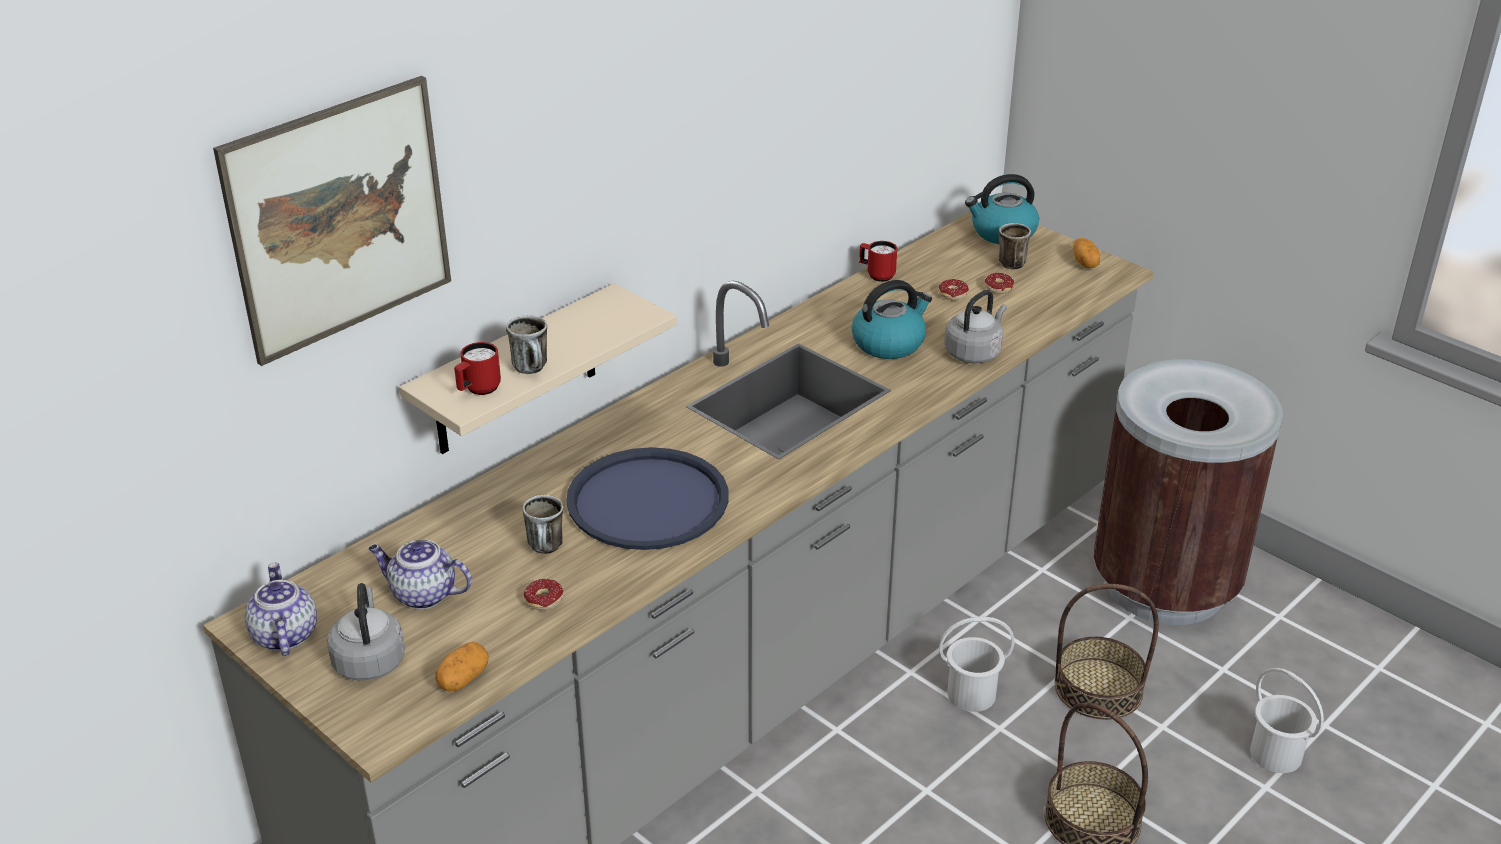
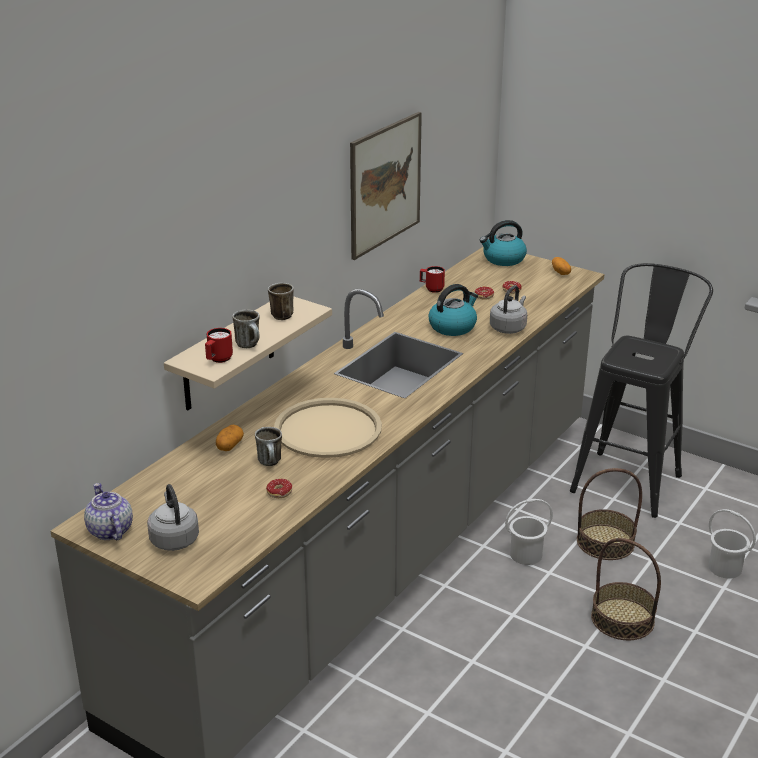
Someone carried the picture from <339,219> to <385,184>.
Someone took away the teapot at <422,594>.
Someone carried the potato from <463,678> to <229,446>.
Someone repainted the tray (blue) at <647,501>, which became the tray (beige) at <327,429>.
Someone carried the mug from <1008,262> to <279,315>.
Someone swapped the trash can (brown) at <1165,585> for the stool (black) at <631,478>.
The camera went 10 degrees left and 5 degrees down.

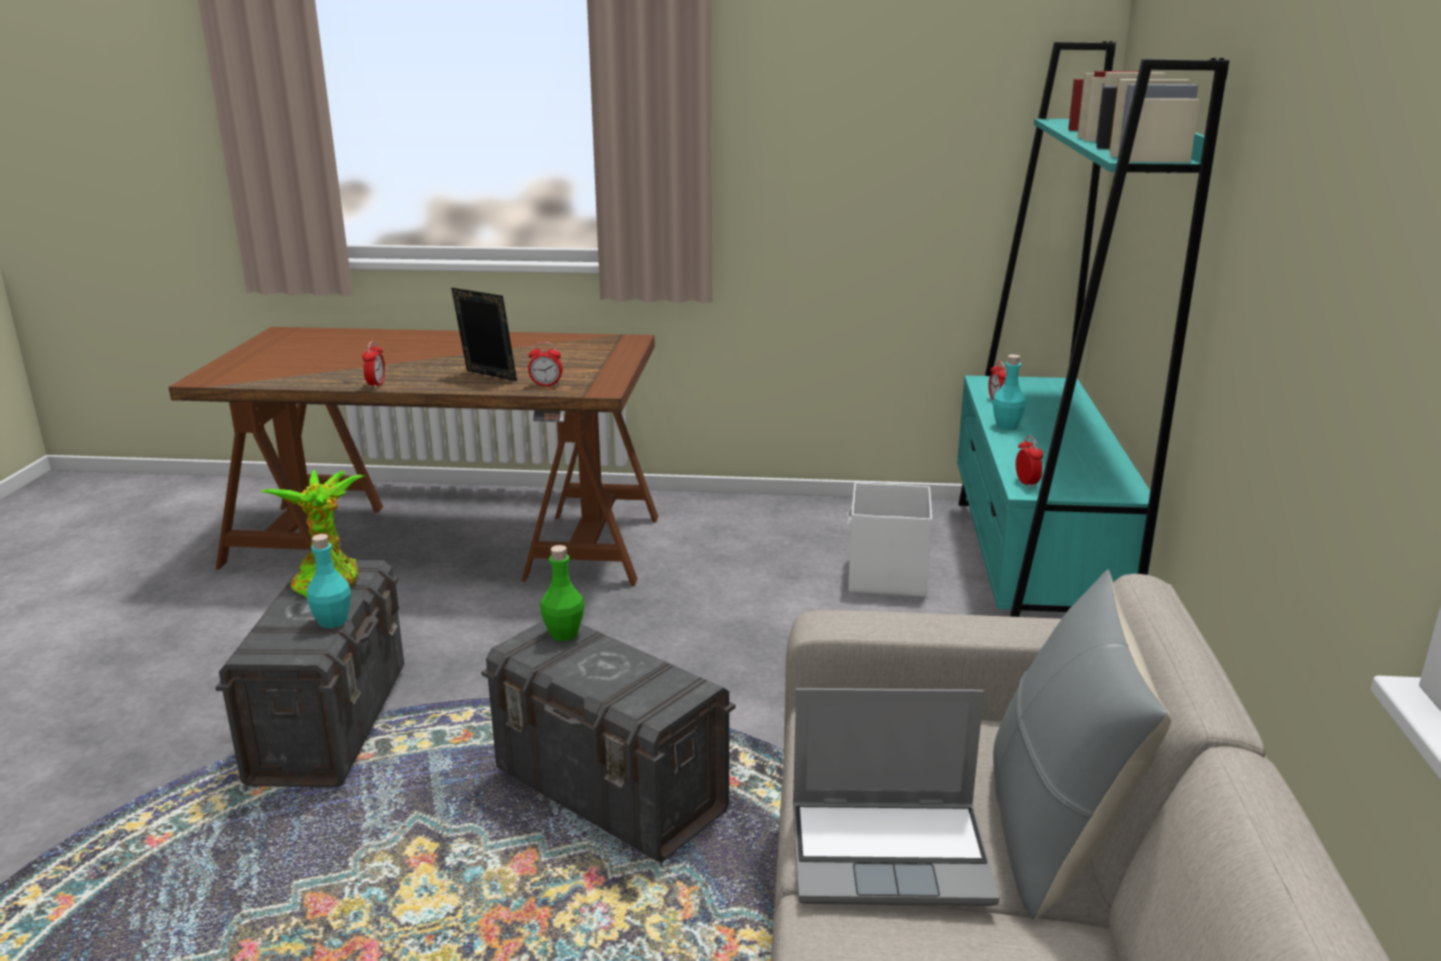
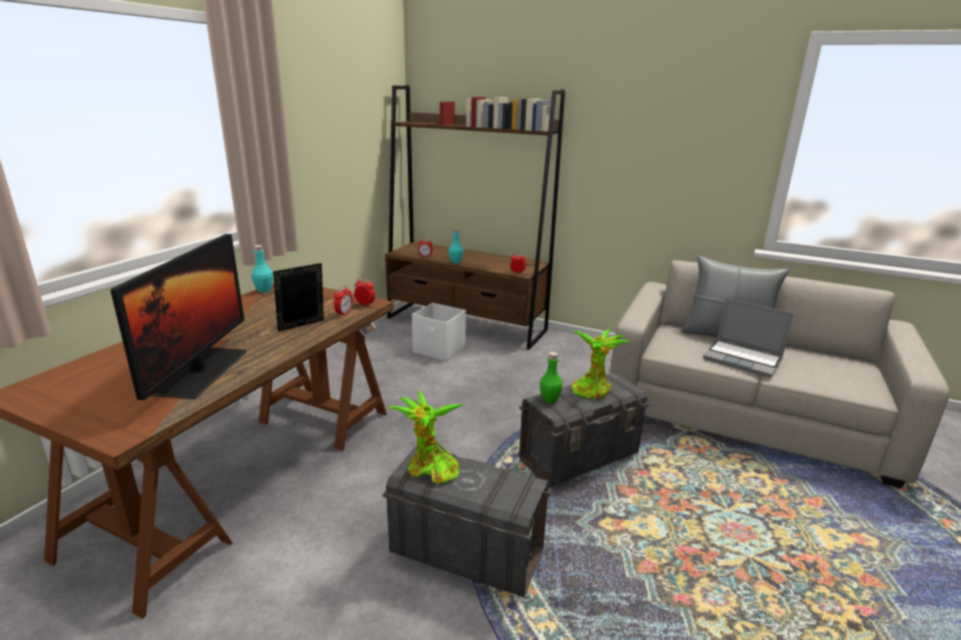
Someone carried the bottle (turquoise) from <333,621> to <264,290>.
Someone carried the alarm clock from <376,385> to <365,304>.
Someone rotated the laptop at <891,853> by 105 degrees clockwise.
Someone repainted the bookcase (turquoise) at <1032,576>, which became the bookcase (brown) at <466,324>.
Someone put down the monitor at <201,372>.
Someone put down the potted plant at <592,389>.
The camera went 70 degrees left and 0 degrees up.

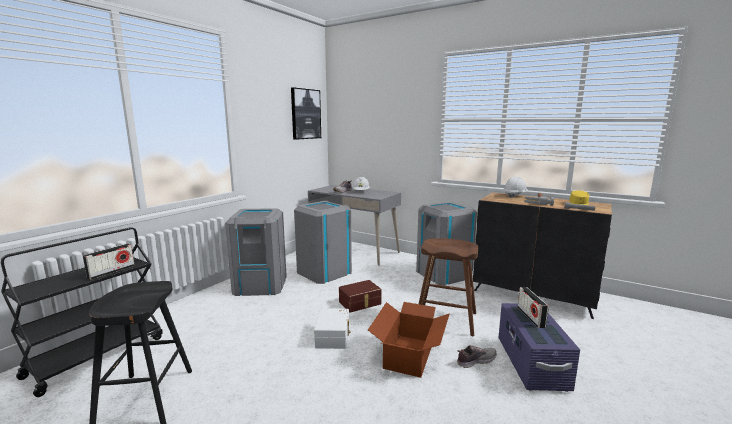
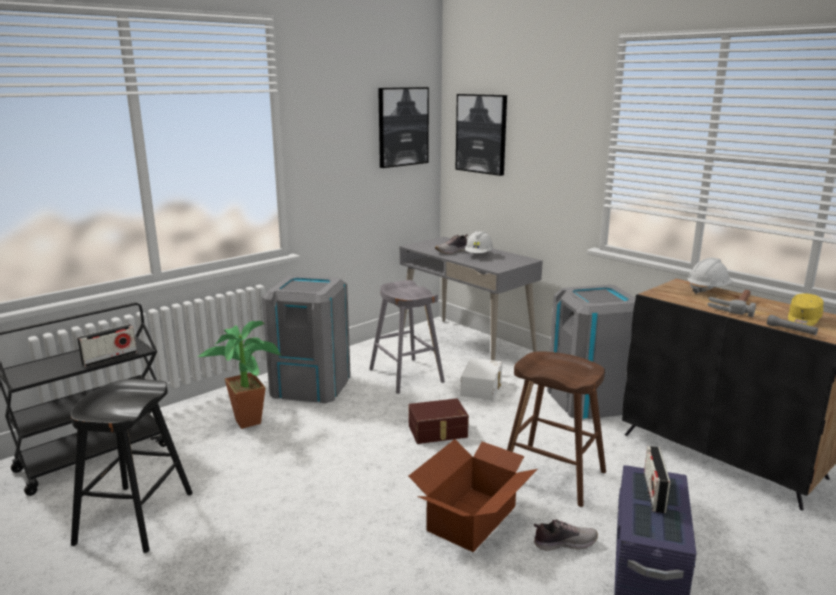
Someone swapped the trash can (grey) at <324,272> for the stool (grey) at <406,375>.
Someone carried the storage box (white) from <334,336> to <482,388>.
Someone put down the potted plant at <249,419>.
Someone put up the picture at <481,134>.
The camera went 15 degrees right and 5 degrees up.

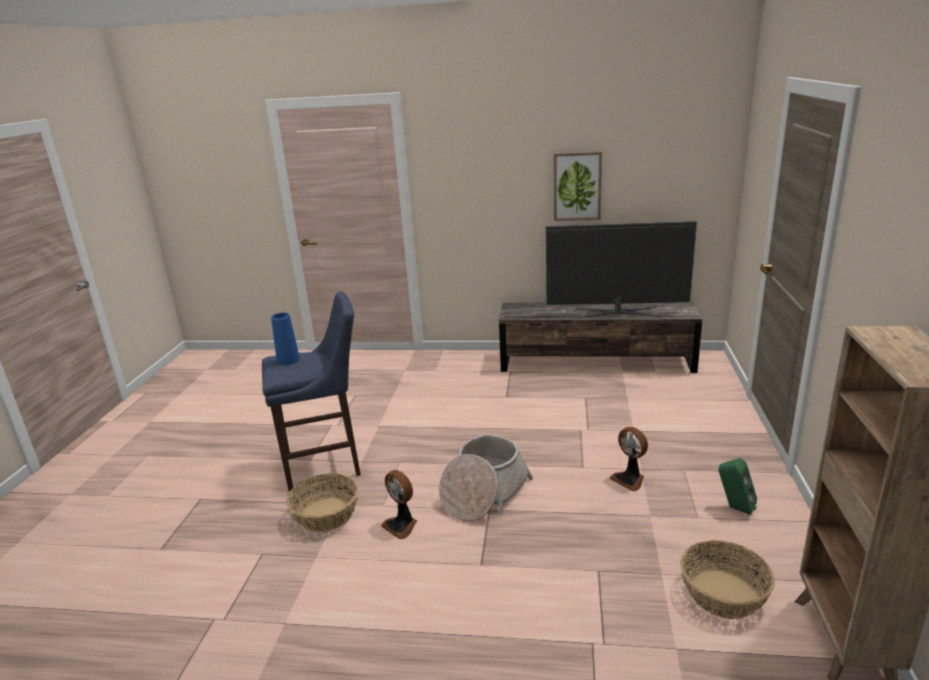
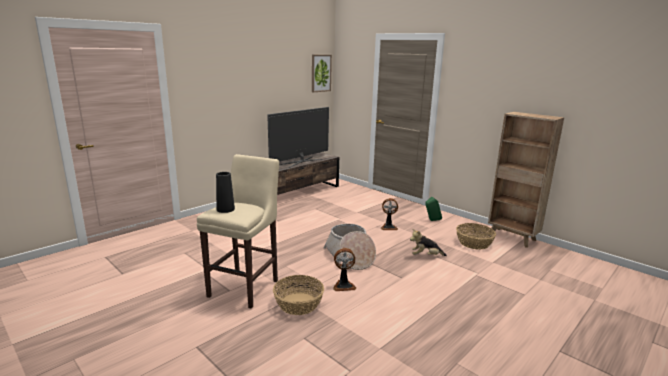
Someone repainted the stool (blue) at <327,464>, which became the stool (beige) at <246,286>.
Someone repainted the vase (blue) at <288,360>, which became the vase (black) at <225,209>.
Someone carried the picture from <577,186> to <321,73>.
Someone put down the plush toy at <426,256>.
The camera went 55 degrees left and 5 degrees down.

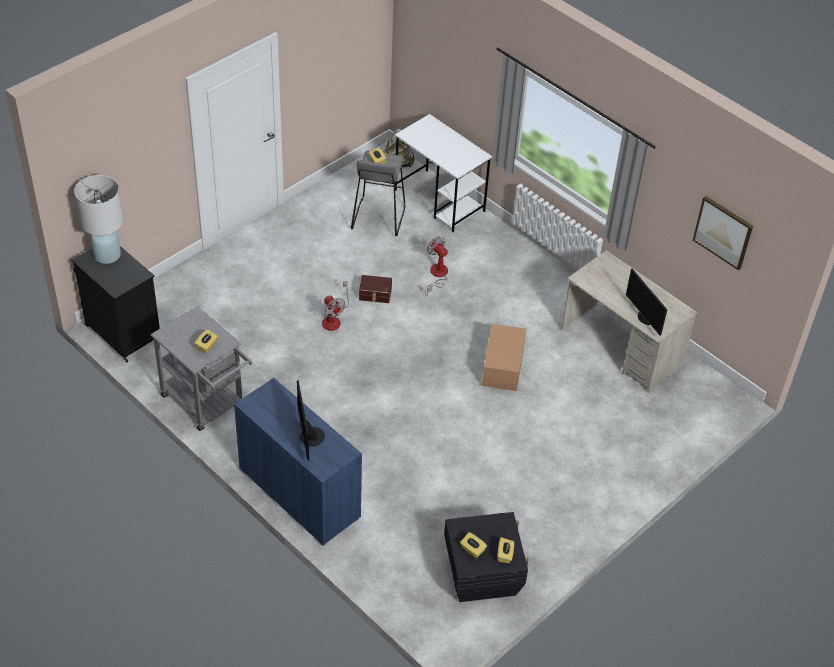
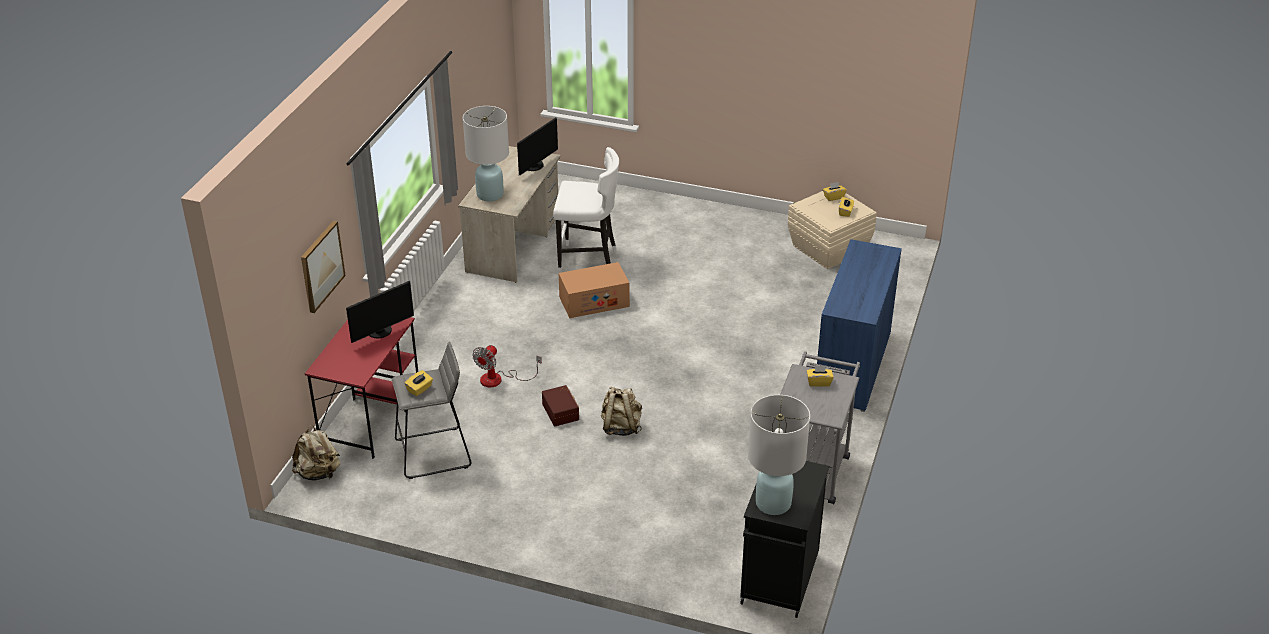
Someone carried the monitor from <309,437> to <381,332>.
Someone swapped the fan at <334,318> for the backpack (beige) at <621,427>.
Someone repainted the desk (white) at <440,200>, which became the desk (red) at <371,417>.
Someone repainted the storage box (black) at <482,574>, which became the storage box (beige) at <828,248>.
Someone carried the picture from <723,232> to <321,266>.
Someone put down the table lamp (white) at <489,194>.
Someone put down the stool (white) at <588,261>.
The camera went 115 degrees left and 10 degrees down.

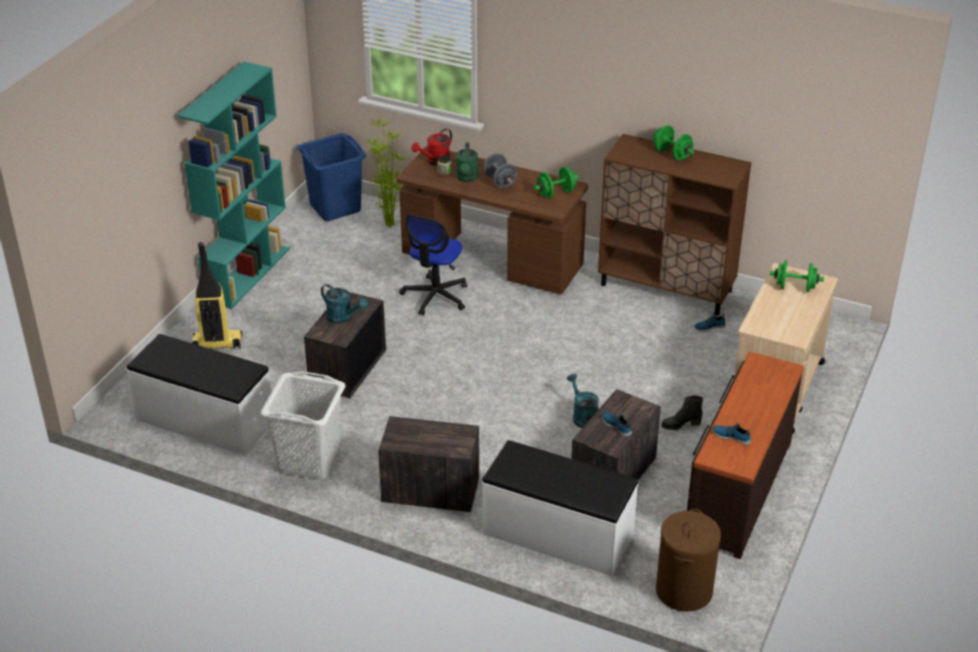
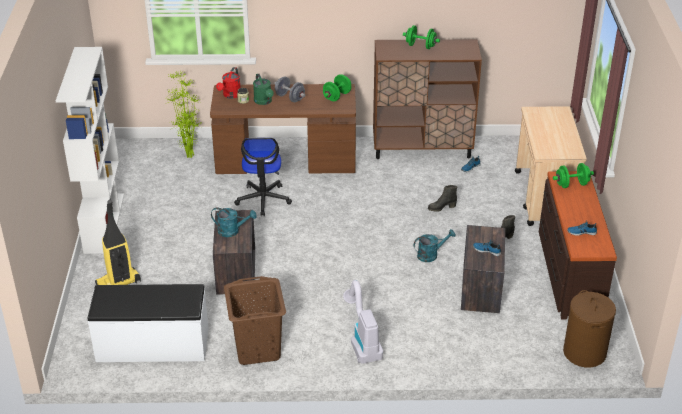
Someone repainted the bookcase (turquoise) at <247,274>, which became the bookcase (white) at <103,223>.
Someone repainted the laundry basket (white) at <308,461>, which became the laundry basket (brown) at <257,349>.
Someone took away the laundry basket (blue) at <335,208>.
Someone swapped the crate at <429,489> for the vacuum cleaner at <362,341>.
Someone took away the bench (white) at <557,535>.
Someone rotated the watering can (turquoise) at <582,416> by 120 degrees clockwise.
Someone carried the dumbbell (green) from <795,287> to <571,184>.
Someone put down the boot (black) at <441,208>.
The camera went 25 degrees left and 0 degrees up.

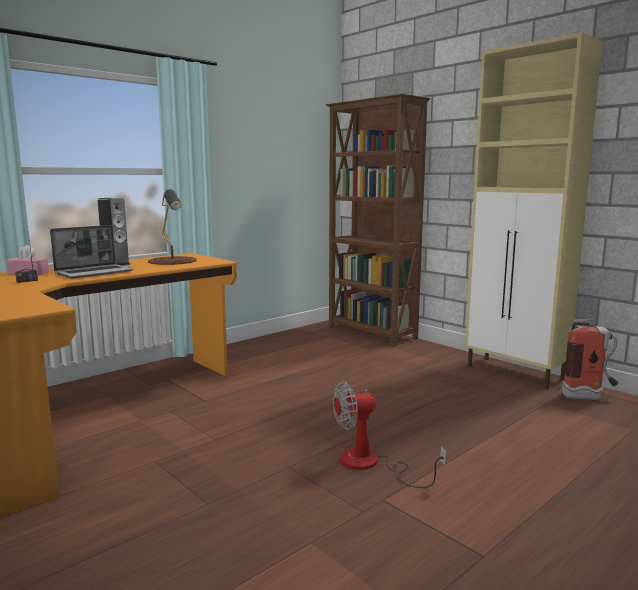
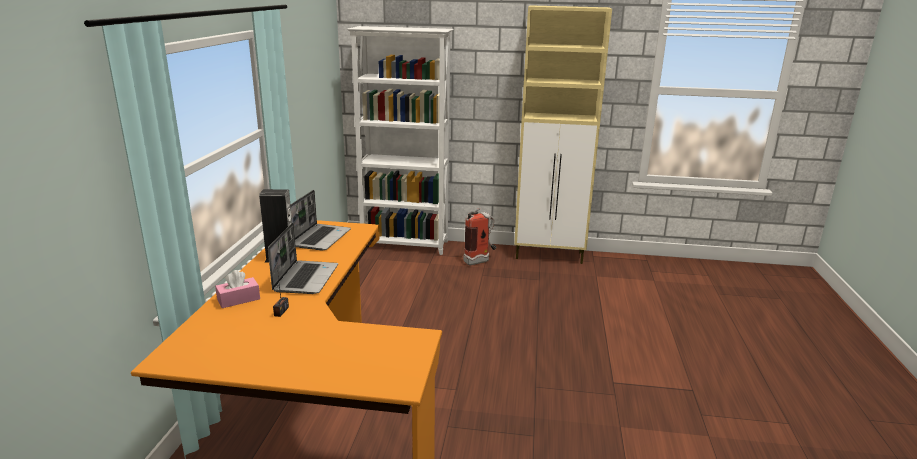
Someone swapped the table lamp (brown) at <172,261> for the laptop at <320,238>.
Someone repainted the bookcase (brown) at <371,333>, which became the bookcase (white) at <405,245>.
Someone took away the fan at <371,465>.
Someone carried the fire extinguisher from <589,397> to <480,261>.
The camera went 40 degrees left and 10 degrees up.

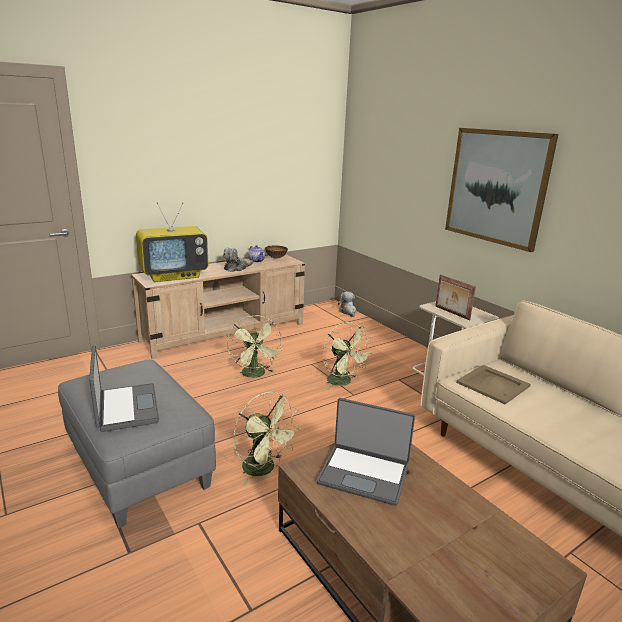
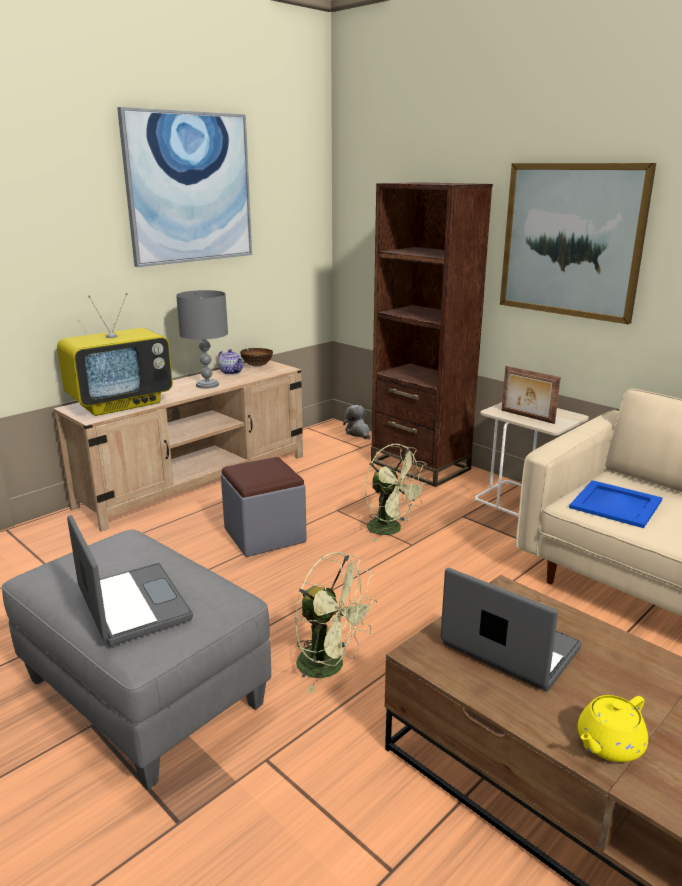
Someone swapped the plush toy at <236,268> for the table lamp (grey) at <208,385>.
Someone swapped the fan (green) at <255,375> for the ottoman (grey) at <264,535>.
Someone rotated the laptop at <364,474> by 150 degrees counterclockwise.
Someone repainted the tray (beige) at <492,384>, which became the tray (blue) at <615,503>.
Someone put up the picture at <189,188>.
Someone put down the bookcase (brown) at <420,466>.
Someone put down the teapot (yellow) at <608,744>.
The camera went 10 degrees left and 0 degrees up.

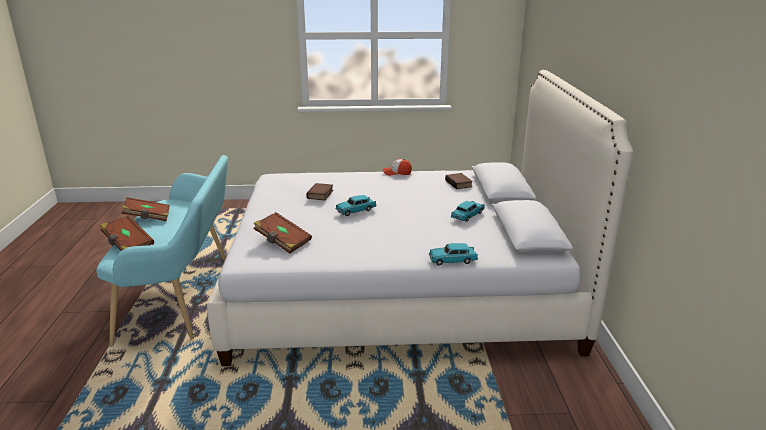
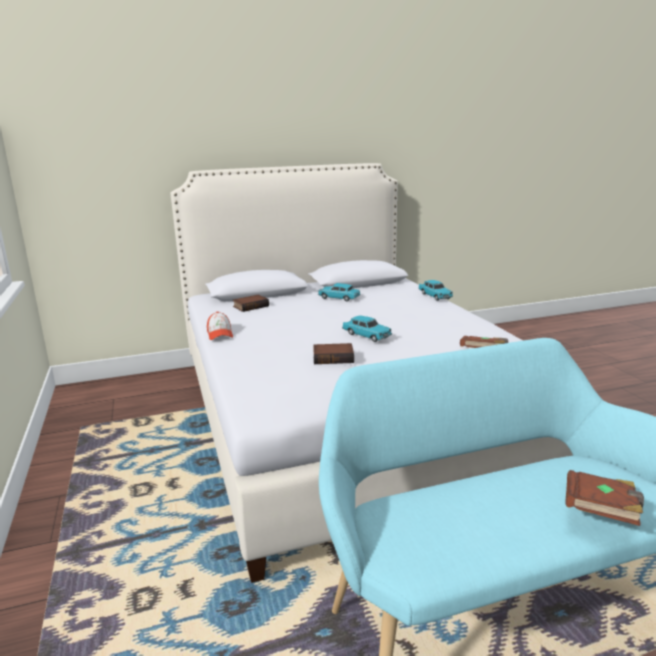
Someone took away the book (brown) at <148,218>.
The camera went 105 degrees left and 5 degrees down.

